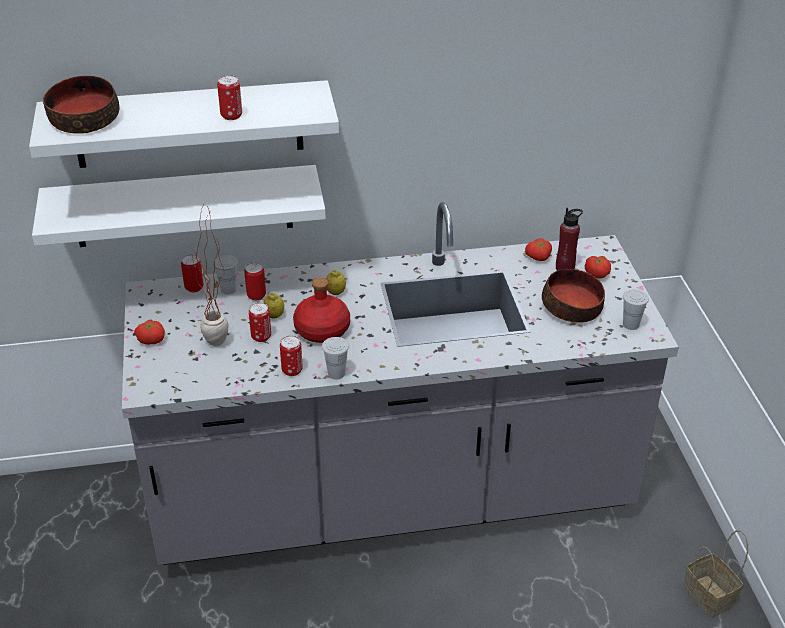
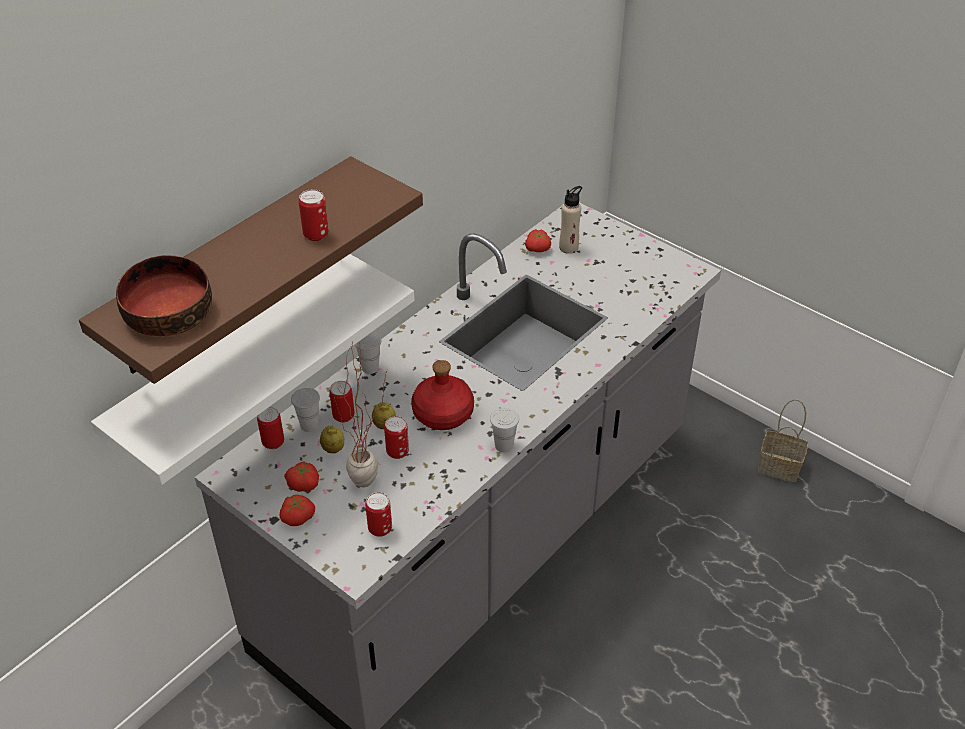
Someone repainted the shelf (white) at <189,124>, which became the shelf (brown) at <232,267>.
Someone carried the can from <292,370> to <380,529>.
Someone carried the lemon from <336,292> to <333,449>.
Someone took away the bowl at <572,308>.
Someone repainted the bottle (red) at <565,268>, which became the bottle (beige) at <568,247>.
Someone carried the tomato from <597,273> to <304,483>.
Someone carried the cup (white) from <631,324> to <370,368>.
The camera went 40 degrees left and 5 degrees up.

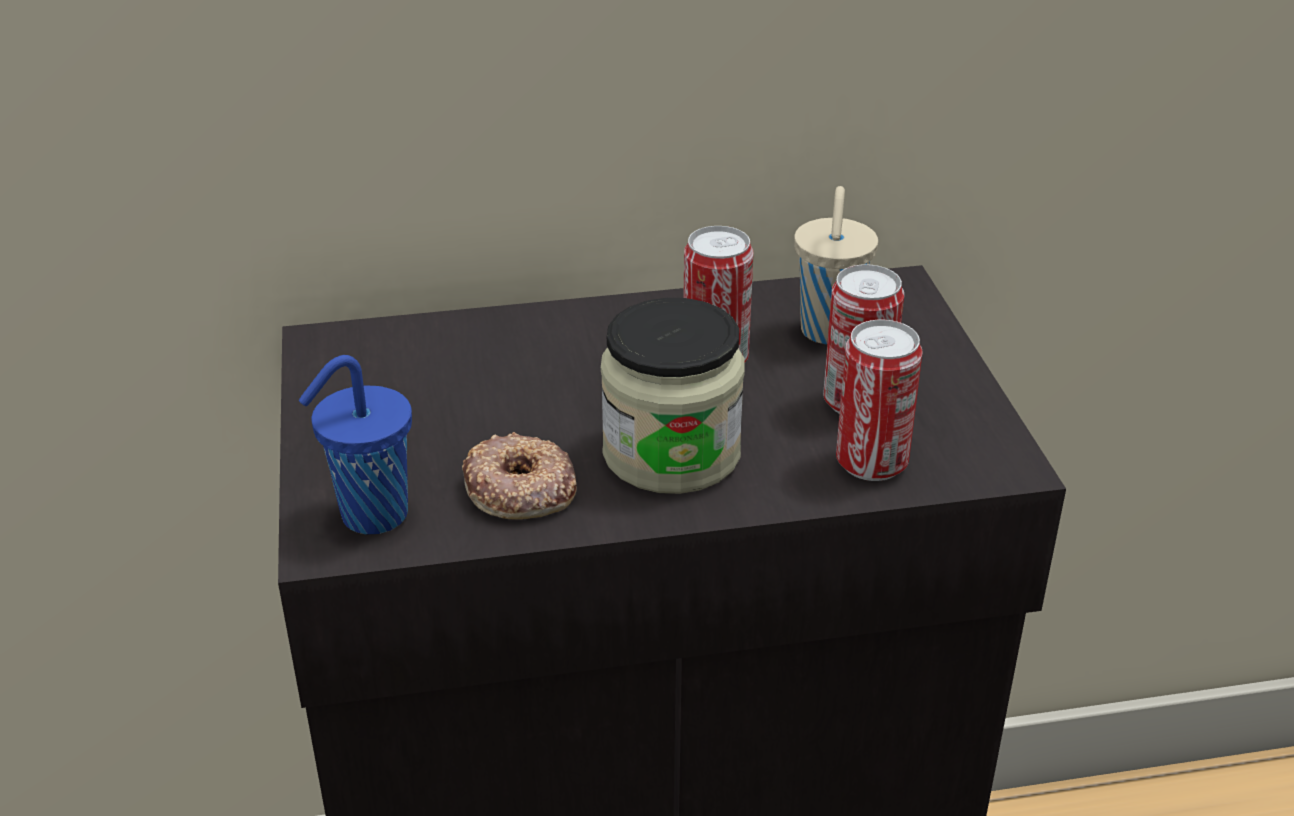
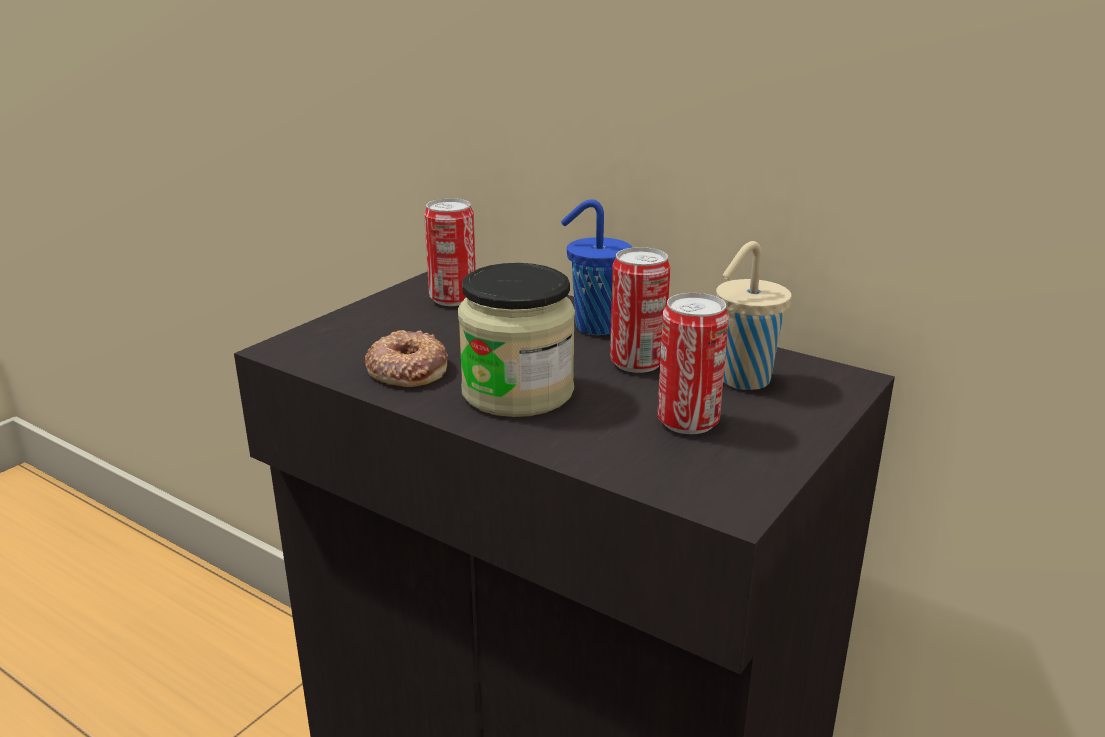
Someone carried the cup (blue) from <370,516> to <594,327>.
Someone carried the can from <871,463> to <453,299>.
The camera went 45 degrees right and 10 degrees down.

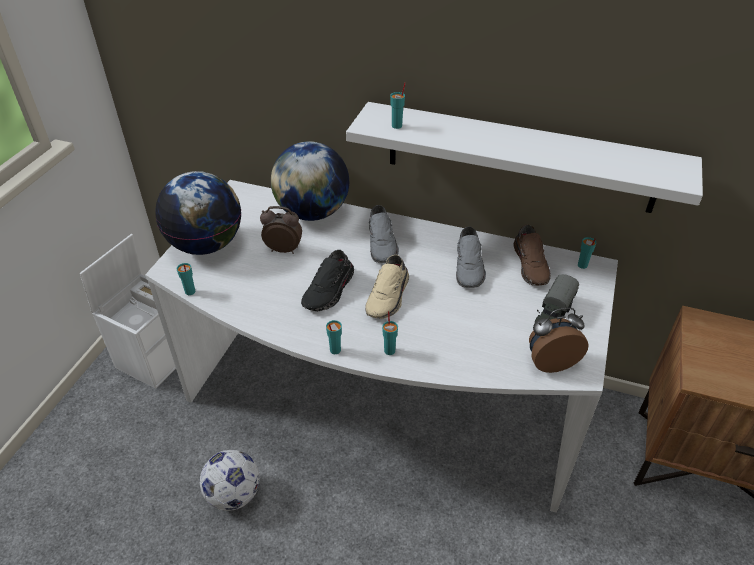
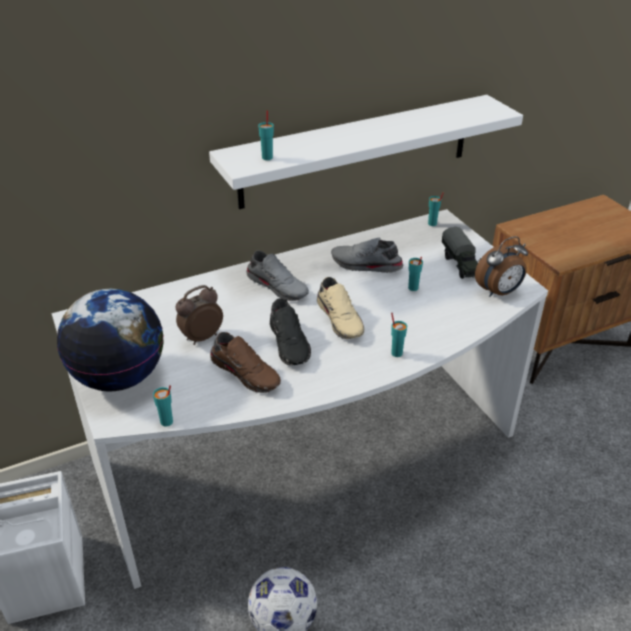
Someone took away the globe at <312,212>.
Someone carried the cup (turquoise) from <335,350> to <413,288>.
Someone rotated the shoe (grey) at <469,267> by 150 degrees clockwise.
Someone carried the shoe (brown) from <531,265> to <247,372>.
Someone rotated the alarm clock at <550,361> by 150 degrees counterclockwise.
The camera went 45 degrees left and 5 degrees down.

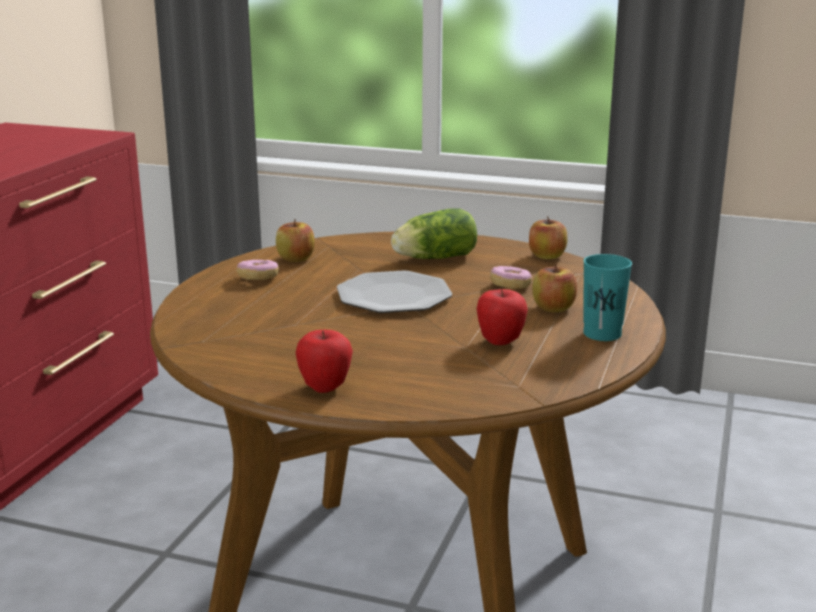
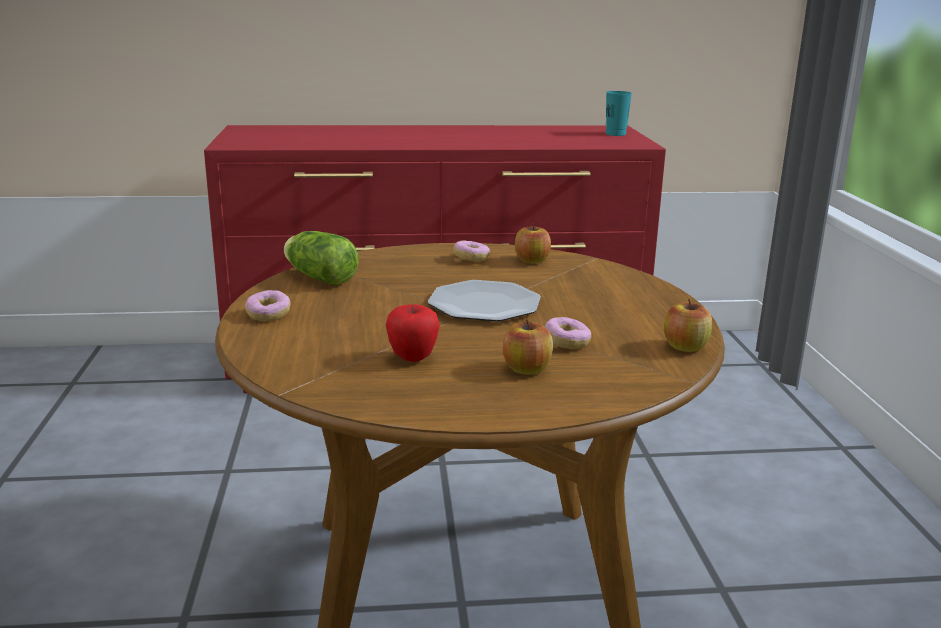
Someone swapped the apple at <325,388> for the donut at <268,315>.
Someone carried the lettuce from <432,258> to <318,277>.
Someone carried the cup (turquoise) from <602,334> to <615,134>.
The camera went 65 degrees right and 0 degrees up.

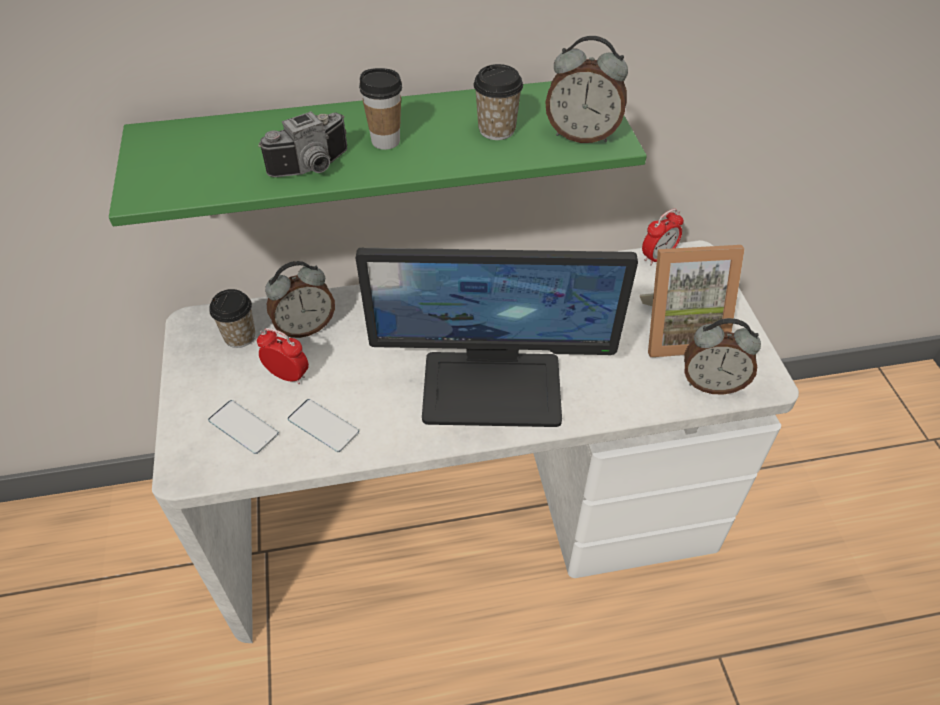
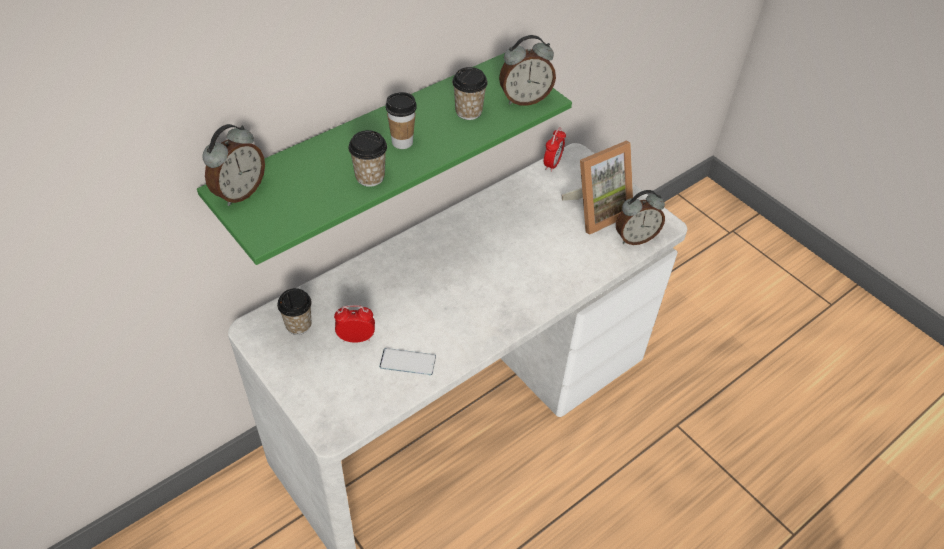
Someone took away the phone at <243,427>.
Someone swapped the photo camera at <313,168> for the cup at <370,177>.
Someone carried the alarm clock from <305,327> to <239,192>.
Someone took away the monitor at <493,387>.
The camera went 30 degrees left and 0 degrees up.

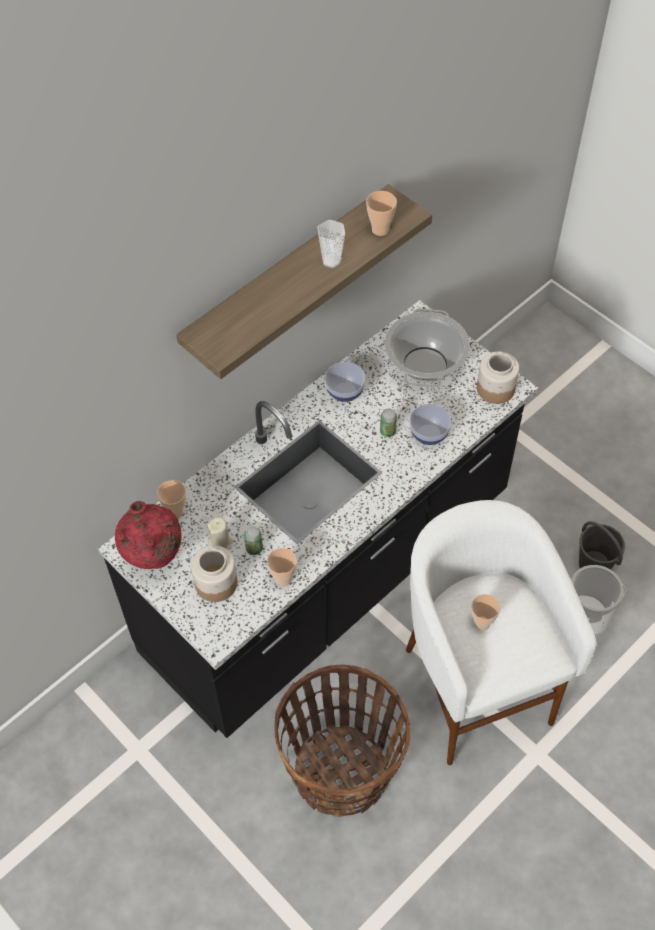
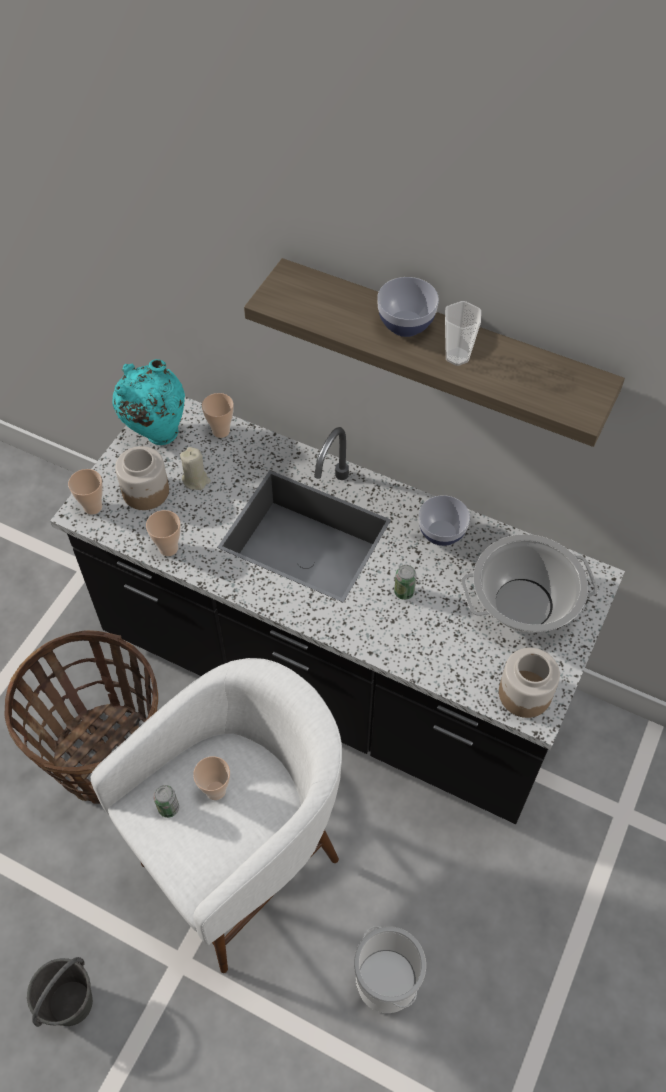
Someone repainted the vase (red) at <155,561>, which became the vase (turquoise) at <156,434>.
Someone carried the can from <254,548> to <168,808>.
Someone carried the cup from <380,229> to <93,507>.
Someone carried the bowl from <429,434> to <406,324>.
Someone carried the bucket (grey) from <594,564> to <71,1002>.
The camera went 70 degrees right and 0 degrees up.

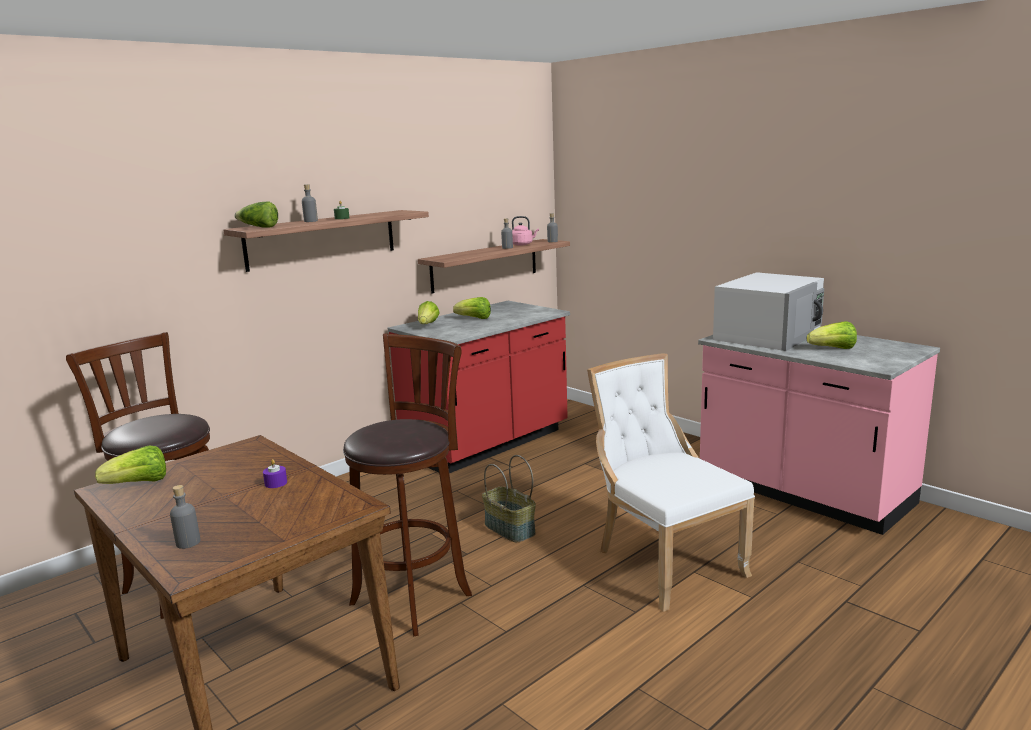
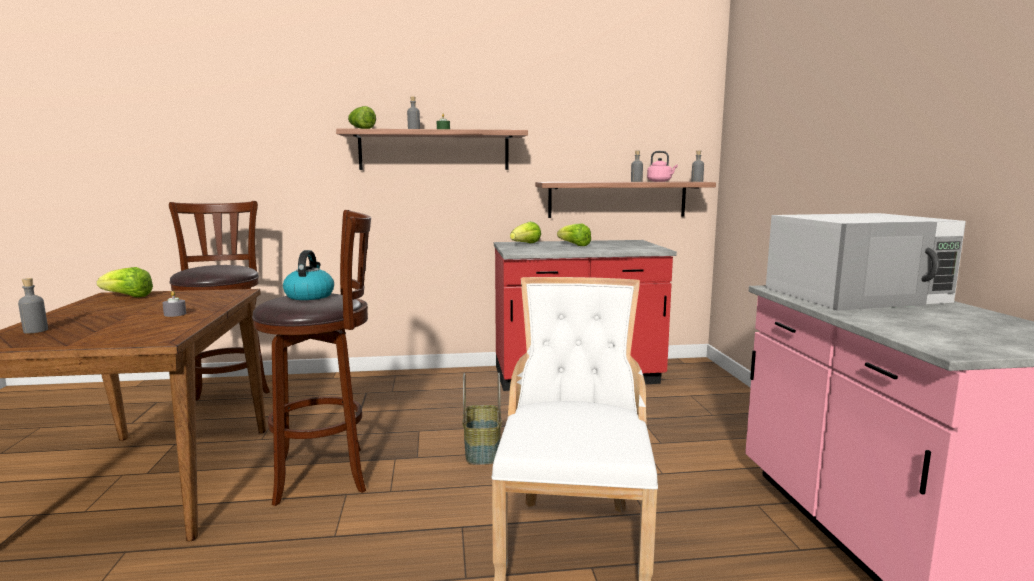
Someone repainted the candle (purple) at <276,483>, which became the candle (grey) at <175,314>.
Someone took away the lettuce at <833,349>.
Someone put down the kettle at <309,296>.
The camera went 35 degrees right and 5 degrees down.

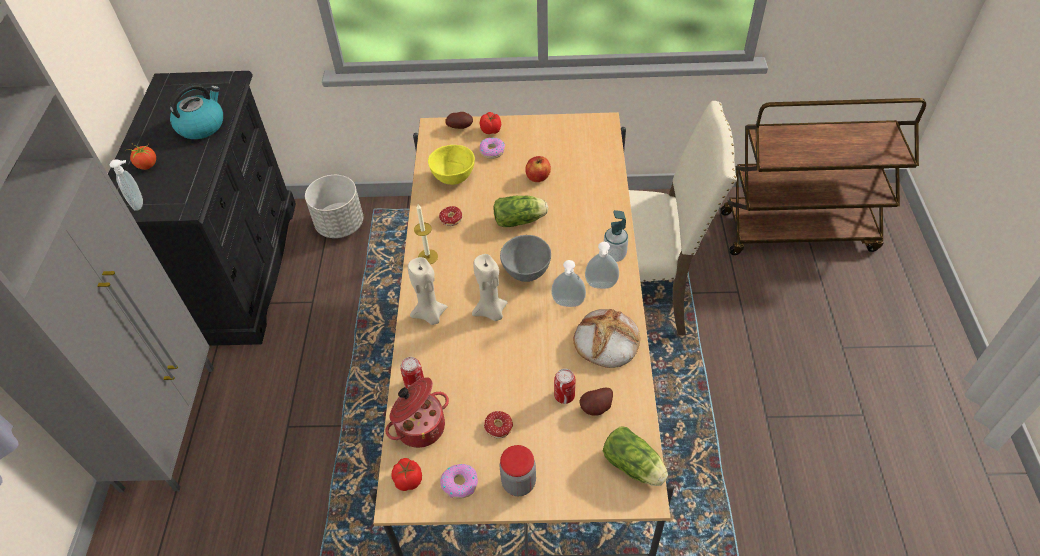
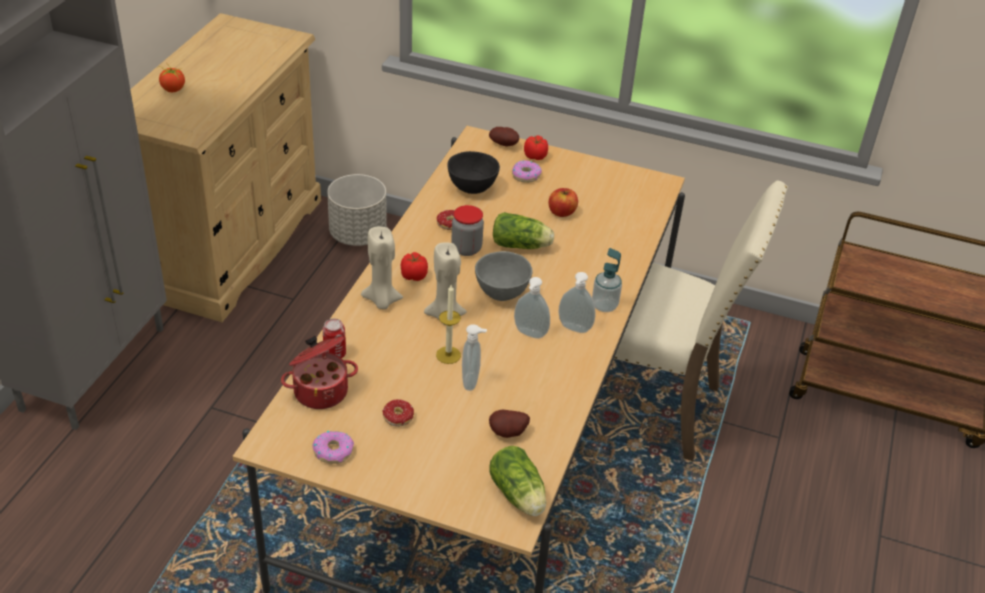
Someone repainted the dresser (black) at <237,269>, which became the dresser (beige) at <230,245>.
Someone carried the soap dispenser from <140,203> to <472,382>.
Someone took away the kettle at <201,125>.
Someone carried the tomato from <408,479> to <414,275>.
Someone carried the candle from <428,257> to <448,355>.
Someone repainted the bowl (yellow) at <453,178>, which became the bowl (black) at <471,188>.
Someone carried the jar from <518,482> to <466,249>.
Someone took away the can at <564,396>.
Someone took away the bread at <606,341>.
The camera went 15 degrees right and 10 degrees down.

